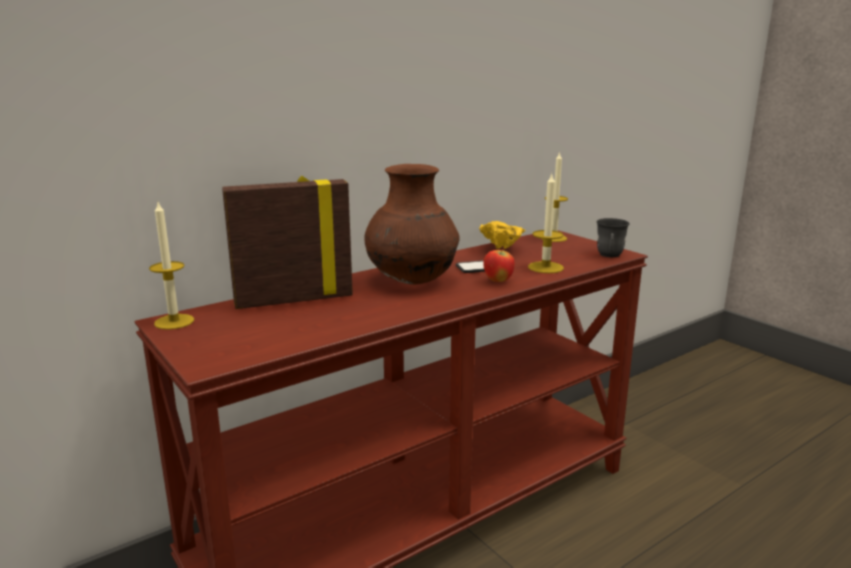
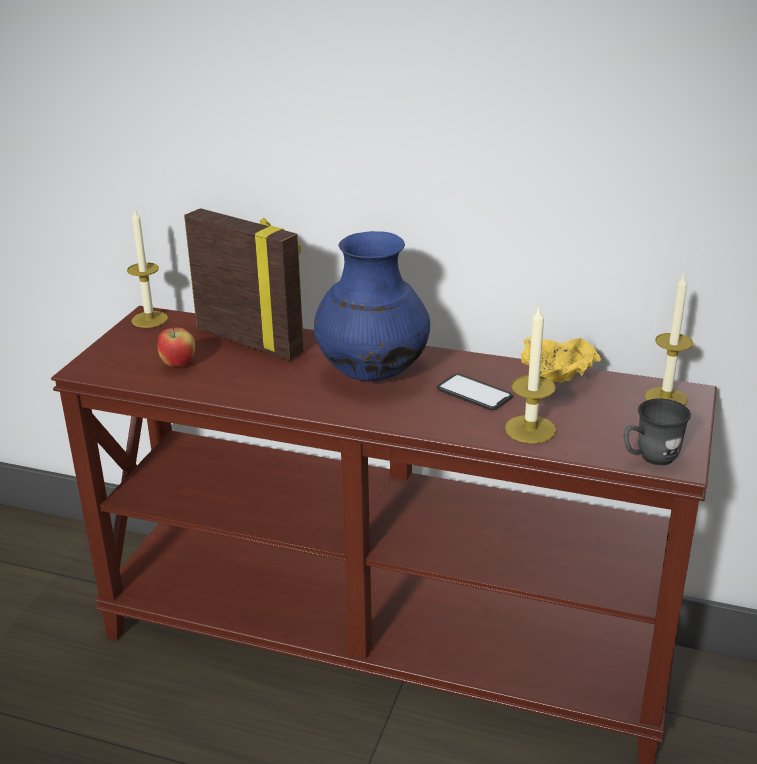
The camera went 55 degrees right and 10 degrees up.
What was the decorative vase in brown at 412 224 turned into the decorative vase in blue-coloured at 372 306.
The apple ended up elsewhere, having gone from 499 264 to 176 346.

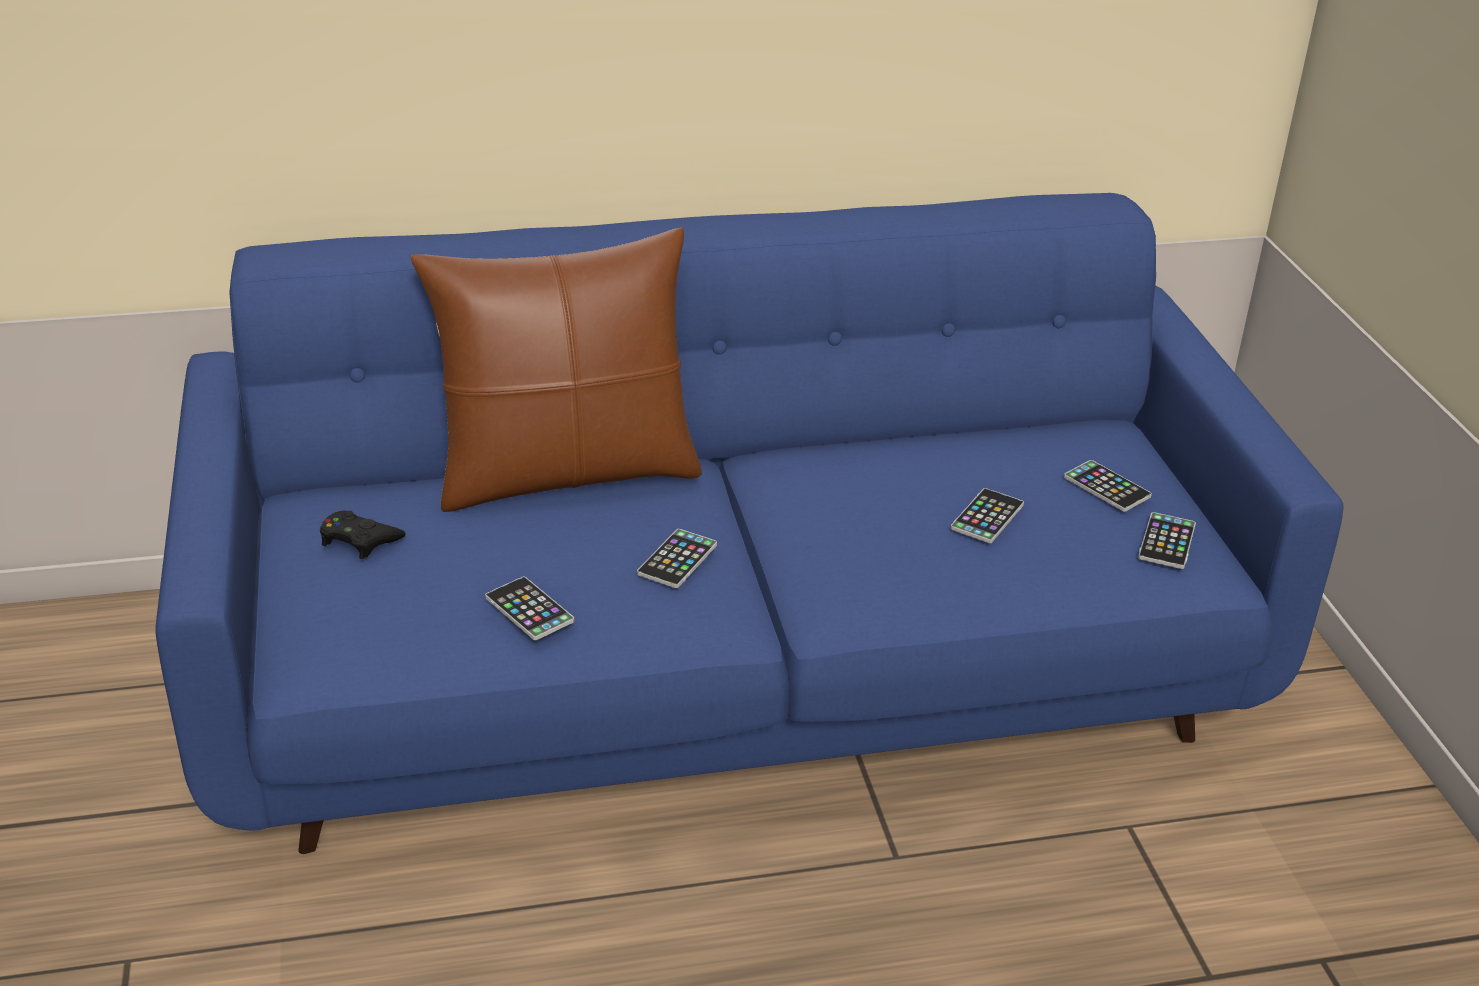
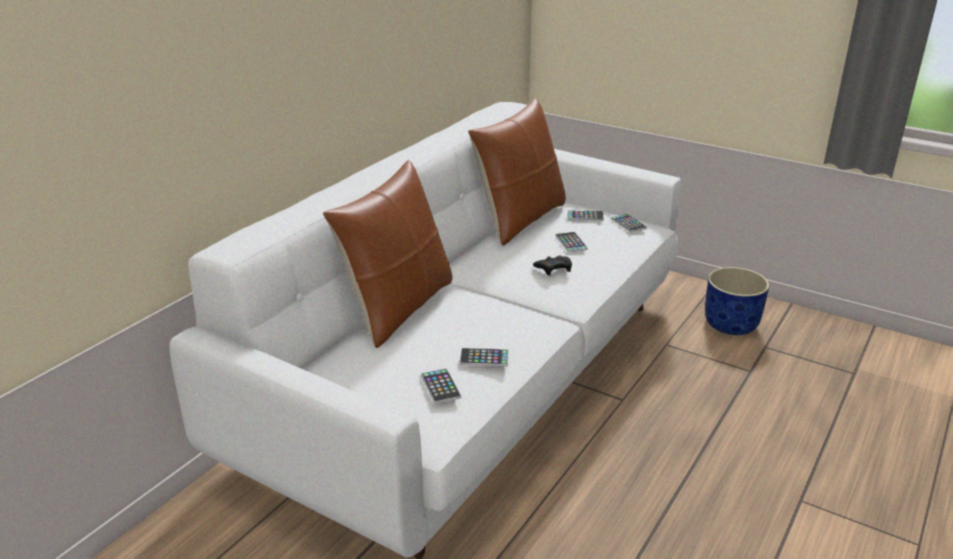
The camera went 45 degrees left and 5 degrees down.
What was the settee in blue-coloured at 749 523 turned into the settee in white-coloured at 425 330.
The gamepad in black ended up elsewhere, having gone from 363 535 to 552 265.
The telephone ended up elsewhere, having gone from 677 558 to 441 386.
The second view gained the throw pillow in brown at 517 172.
The second view gained the flower pot in blue-coloured at 737 301.

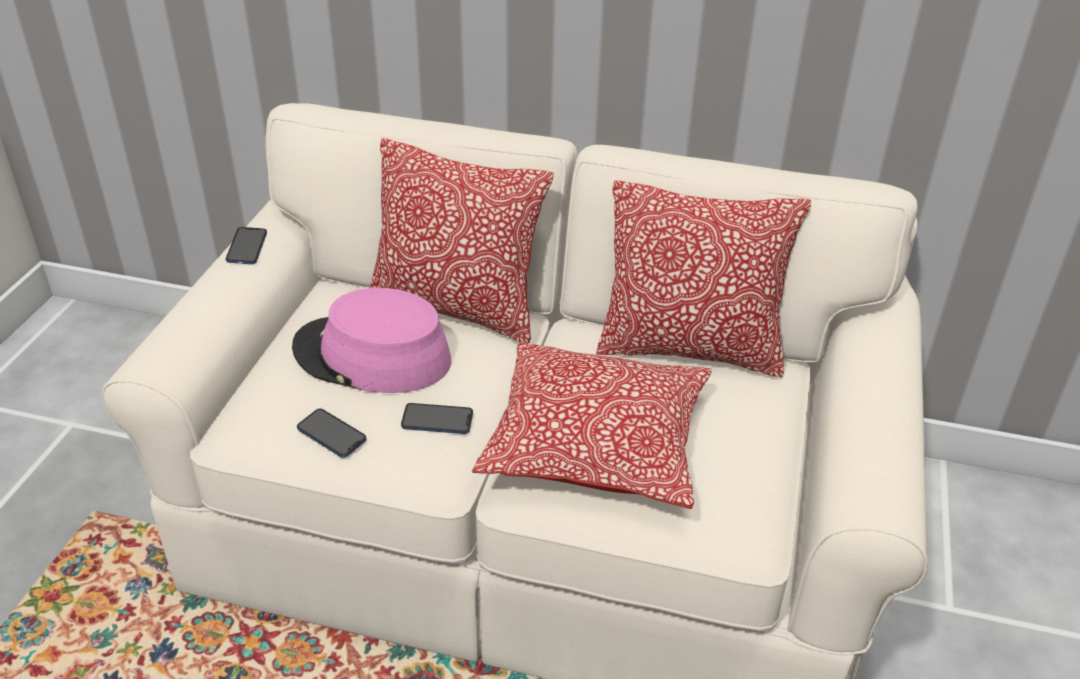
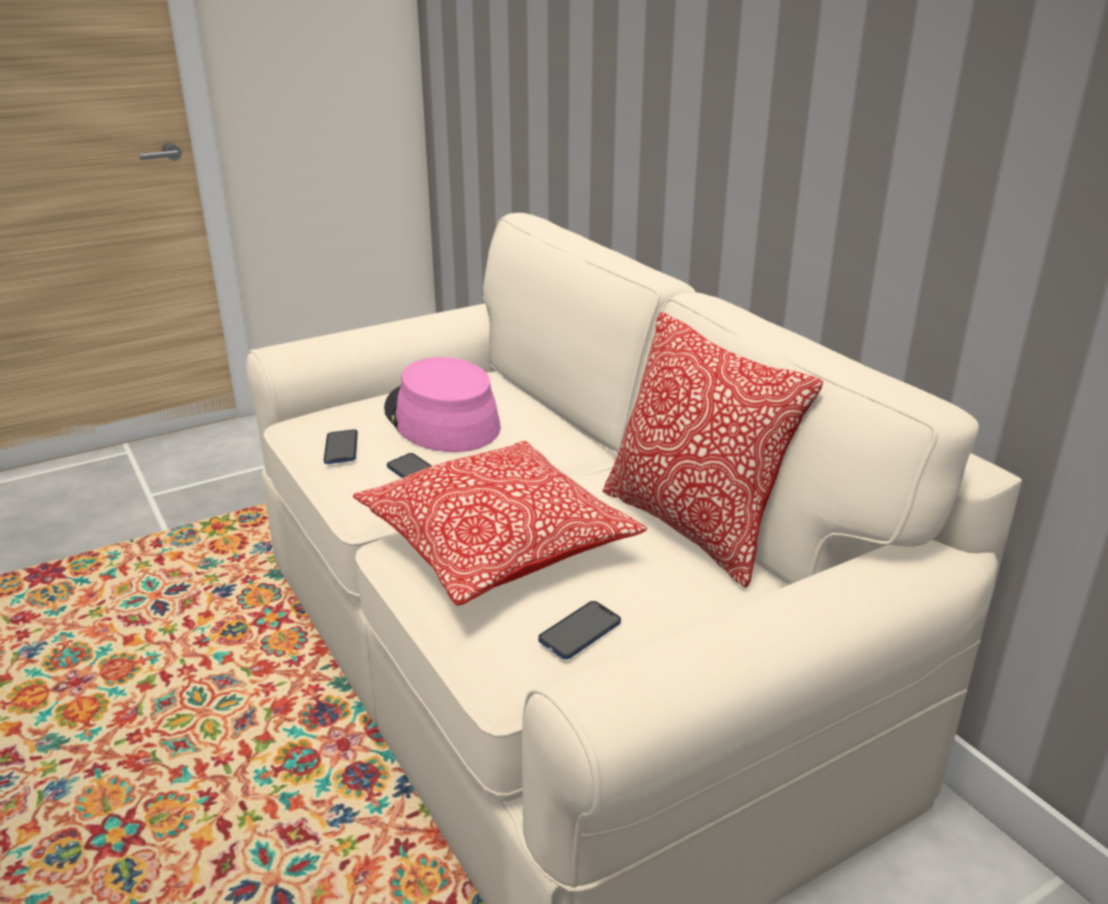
The camera went 45 degrees right and 10 degrees down.
The telephone ended up elsewhere, having gone from 246 245 to 579 630.
The second view lost the throw pillow at 462 240.

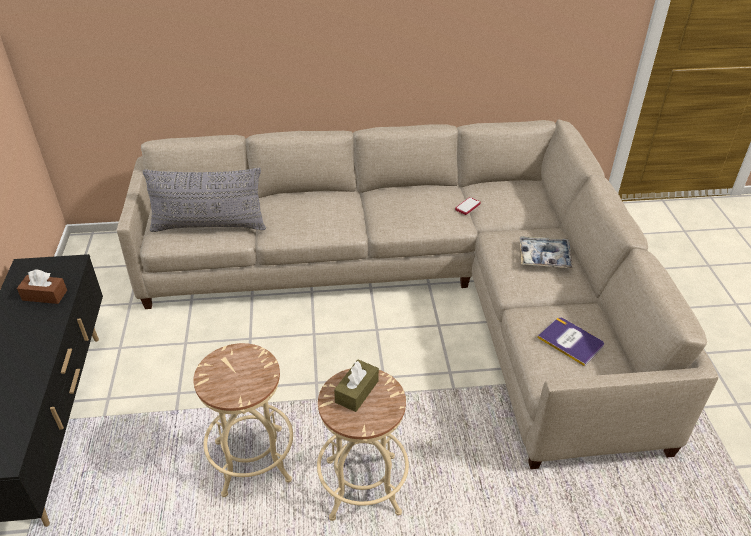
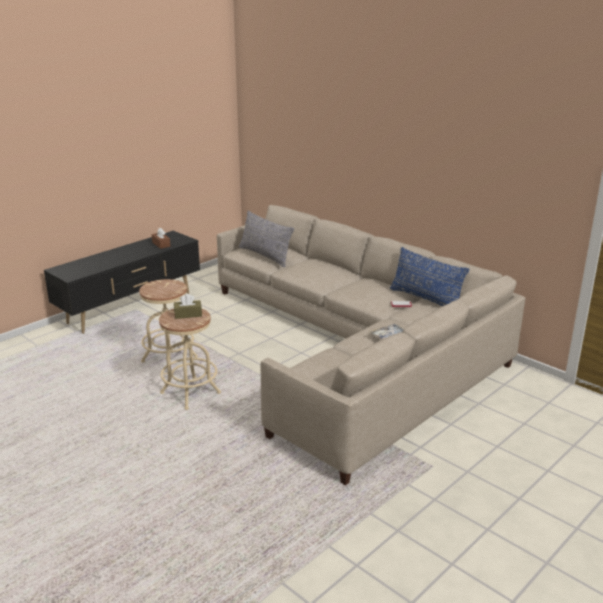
The camera went 50 degrees right and 15 degrees down.
The second view lost the volume at 570 341.
The second view gained the throw pillow in blue-coloured at 430 276.

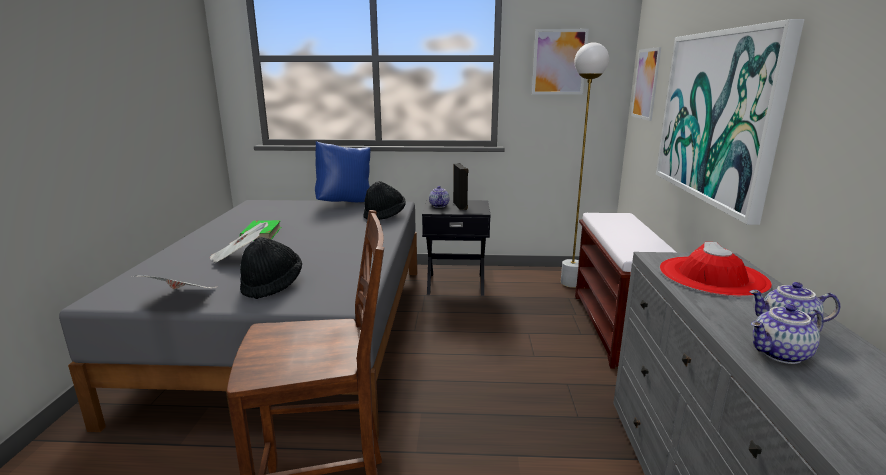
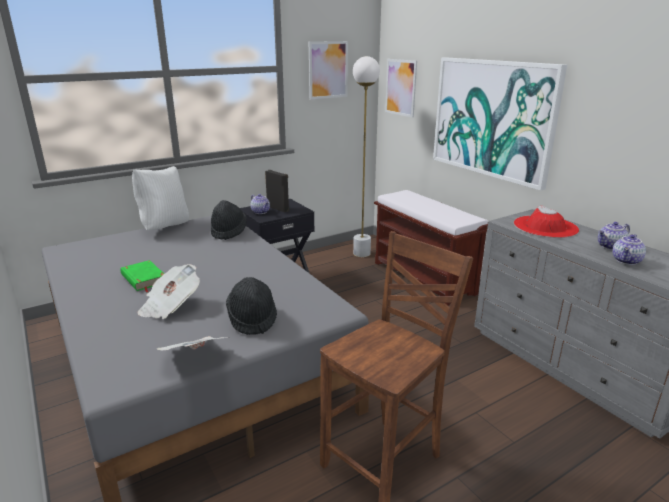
The camera went 35 degrees left and 5 degrees up.
What was the throw pillow in blue-coloured at 342 171 turned into the throw pillow in white-coloured at 160 198.

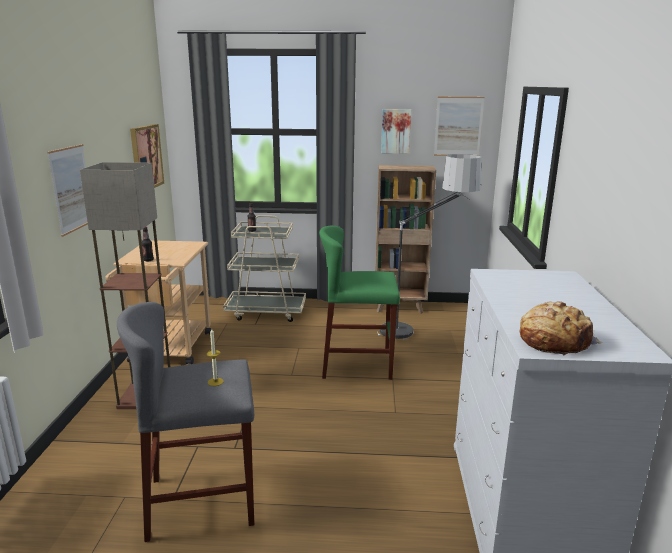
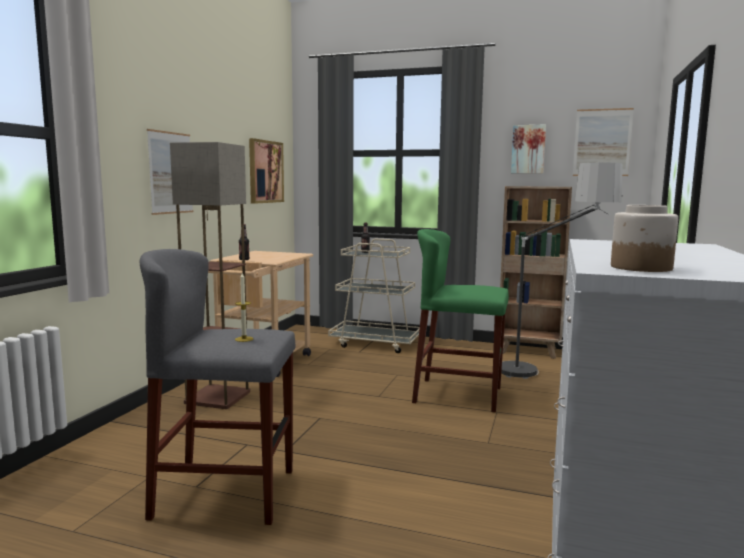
The camera went 15 degrees right and 10 degrees down.
Where the baked bread stood at 561 328, the jar came to stand at 644 238.

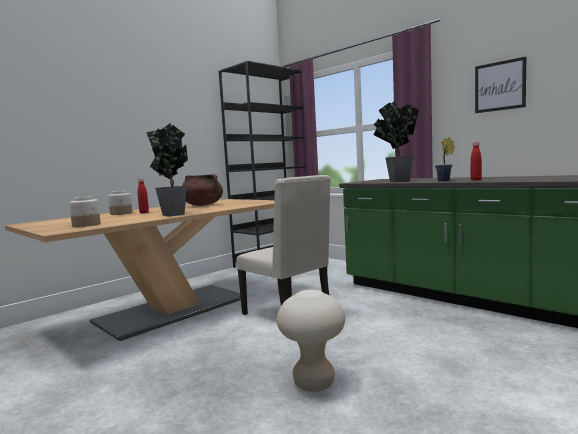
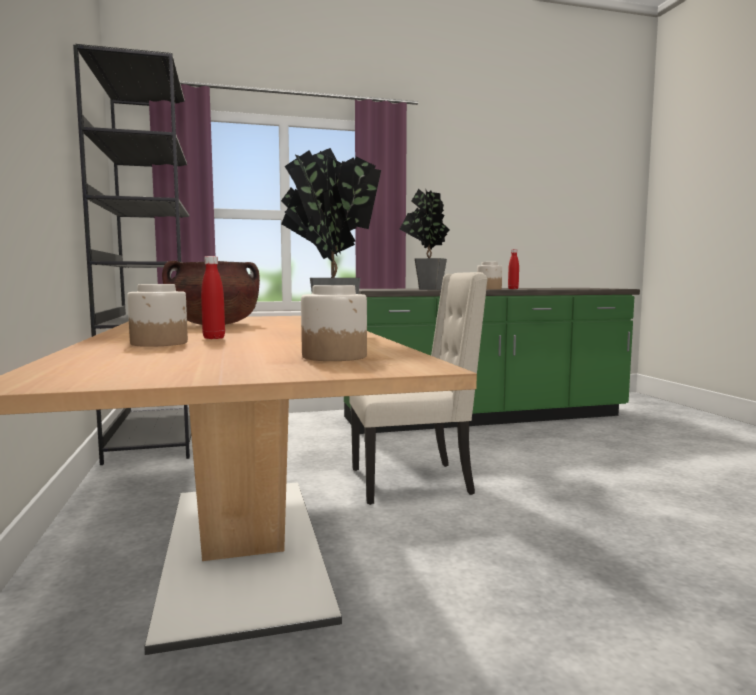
The camera went 60 degrees left and 0 degrees up.
The second view lost the stool seat in sand-coloured at 311 341.
Where the plant in a pot stood at 445 159, the jar came to stand at 489 276.
The second view lost the picture at 500 85.

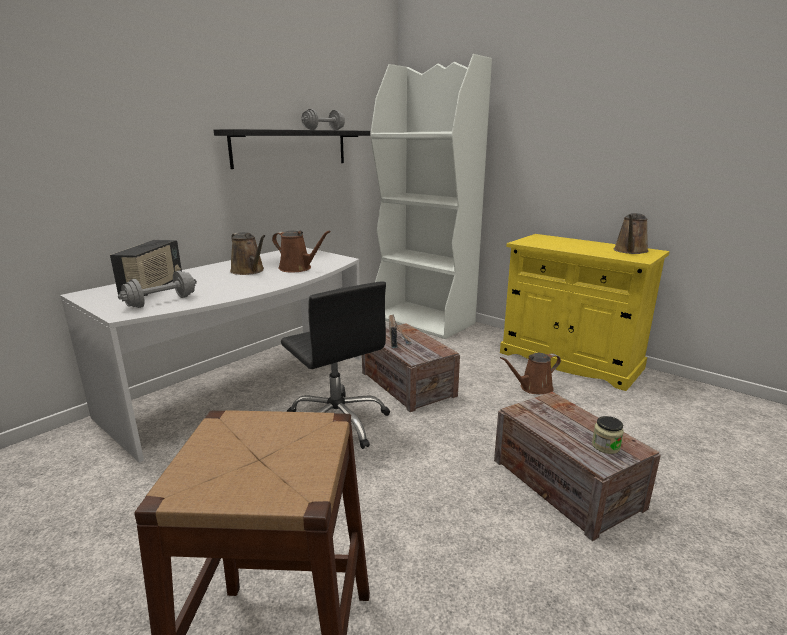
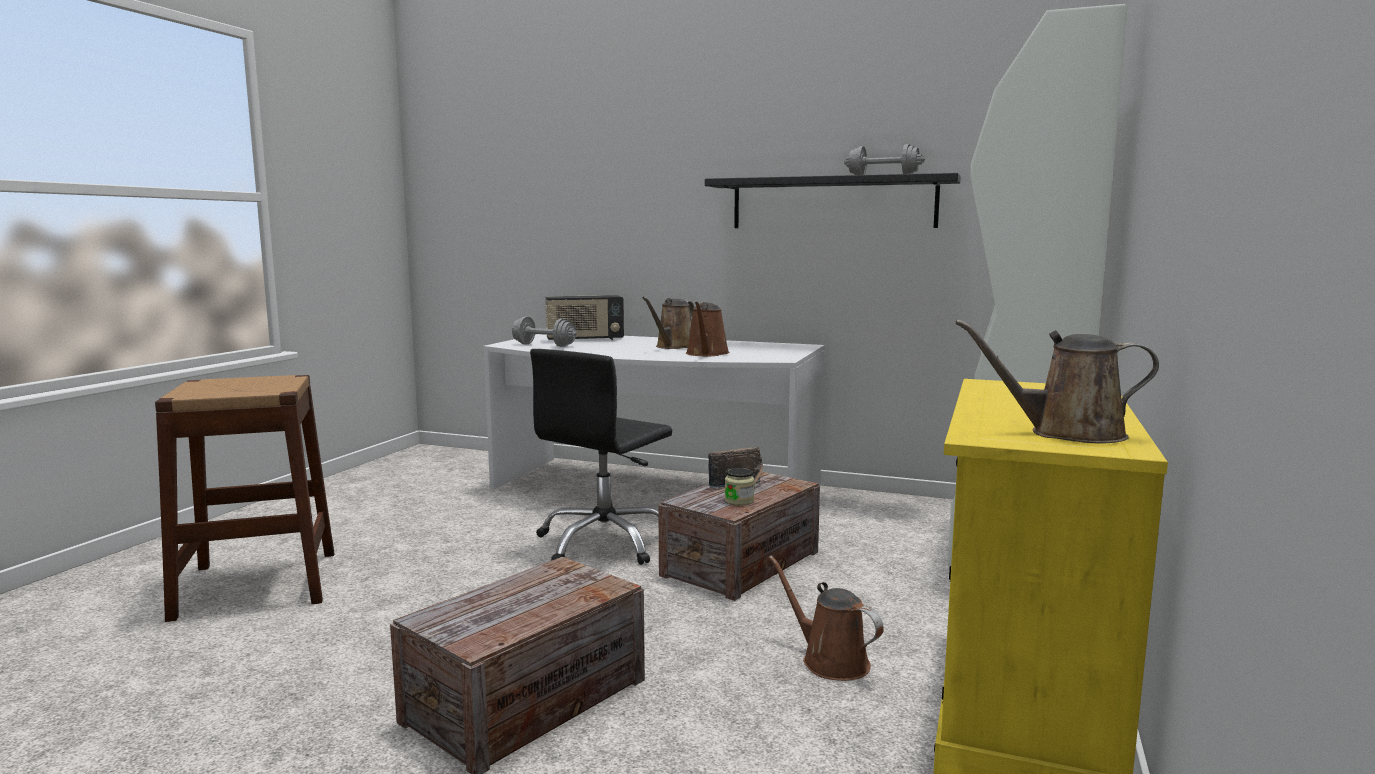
The camera went 70 degrees right and 10 degrees down.
The jar ended up elsewhere, having gone from 608 435 to 739 487.

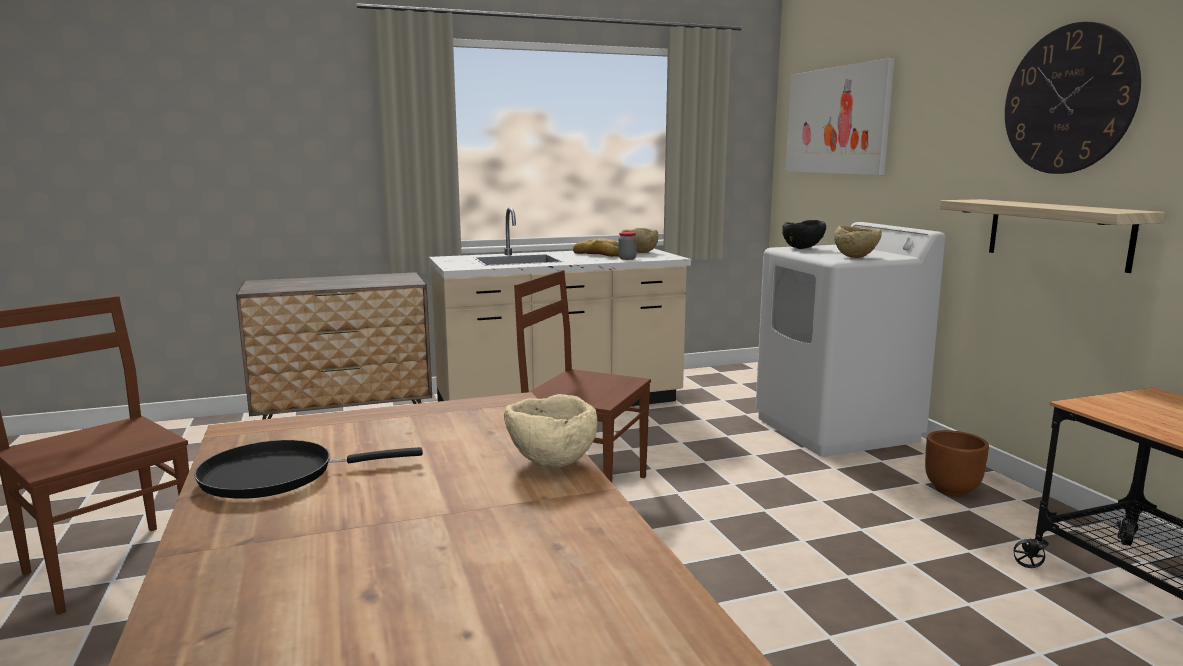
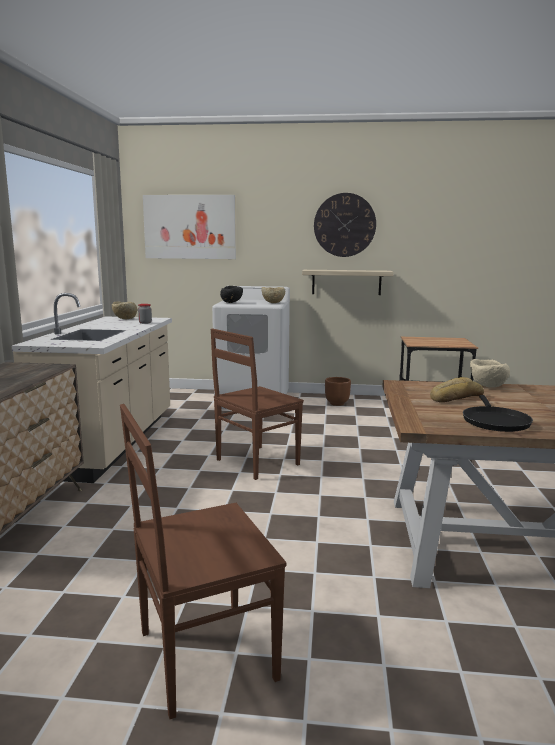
The camera went 65 degrees left and 0 degrees up.
The baked bread ended up elsewhere, having gone from 596 248 to 457 390.

